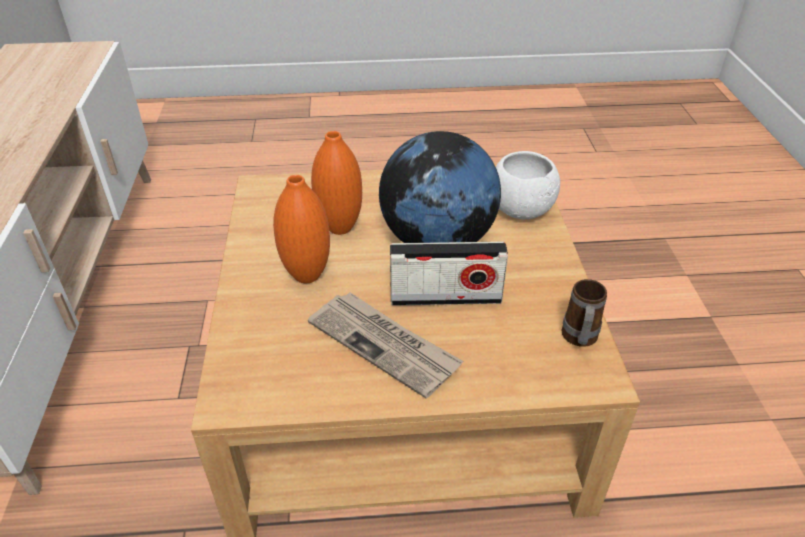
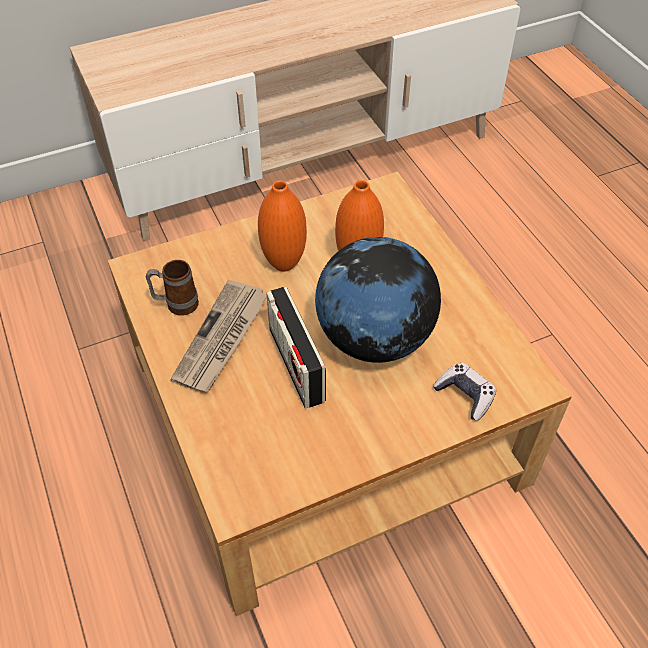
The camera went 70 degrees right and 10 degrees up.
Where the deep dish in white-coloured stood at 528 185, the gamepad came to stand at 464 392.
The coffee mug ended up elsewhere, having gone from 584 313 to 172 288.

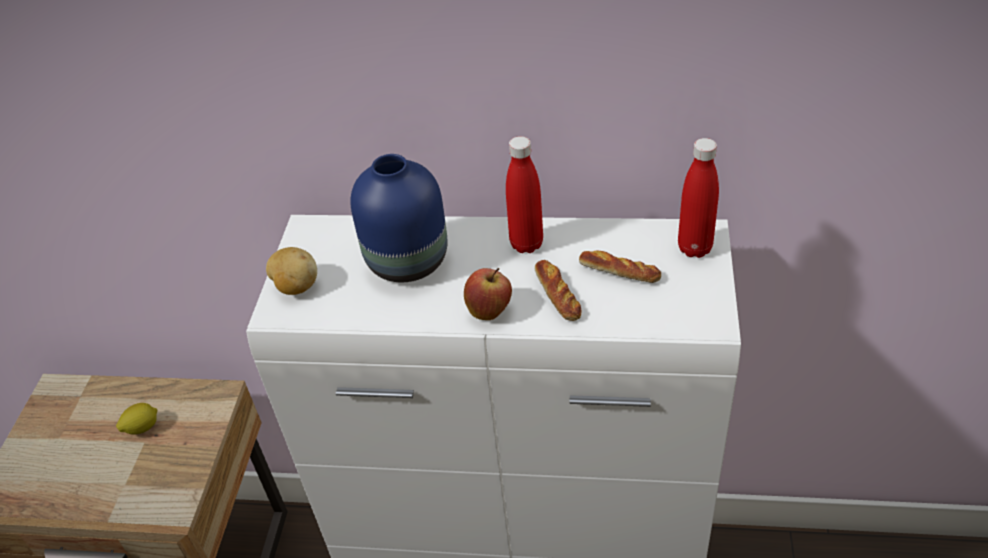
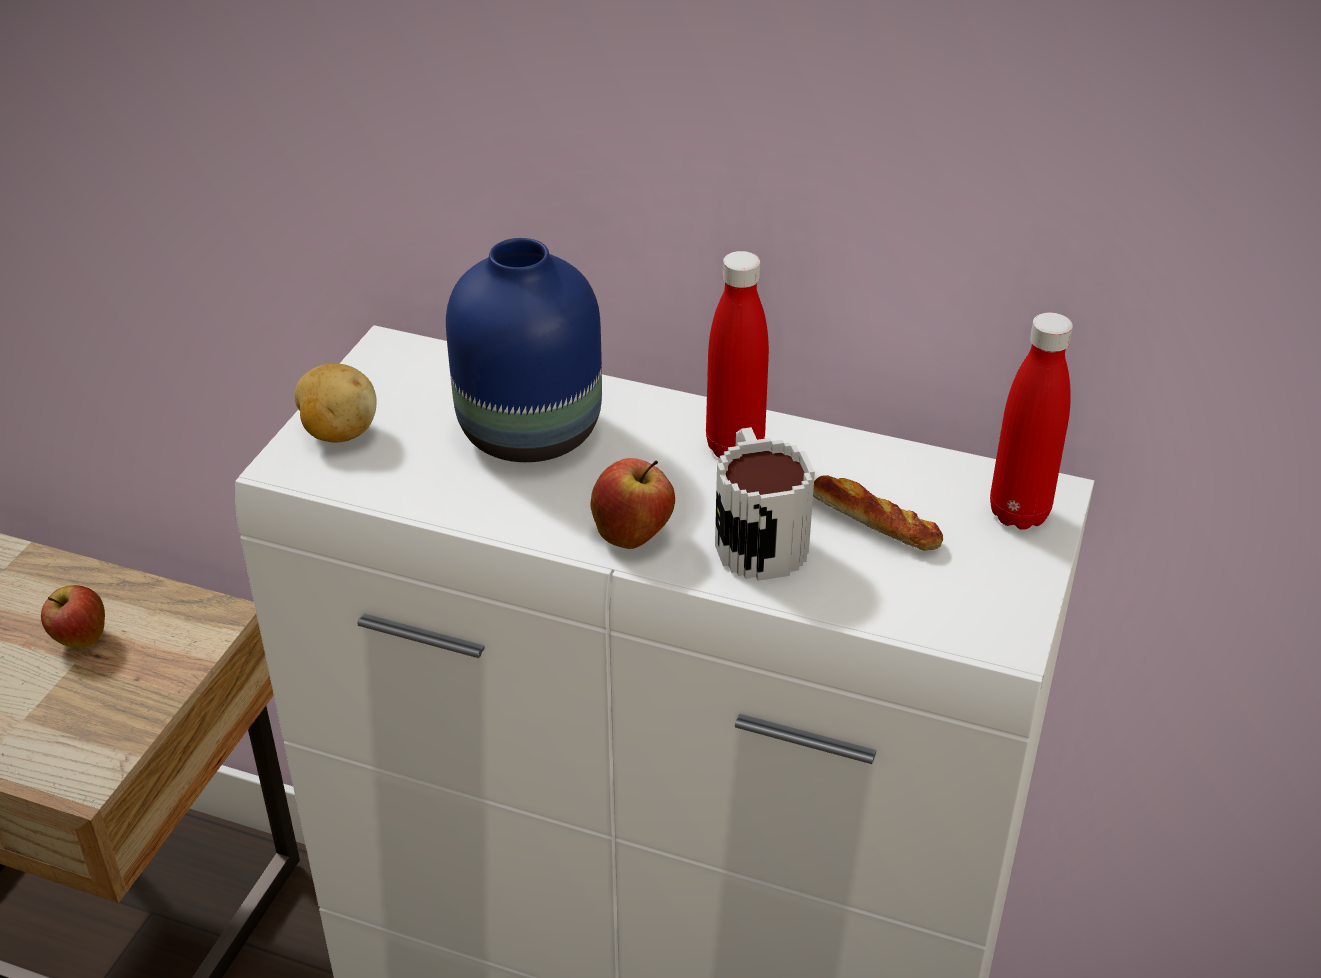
The camera went 10 degrees right and 5 degrees down.
Where the citrus fruit stood at 137 419, the apple came to stand at 73 617.
Where the baked bread stood at 558 290, the coffee mug came to stand at 765 504.

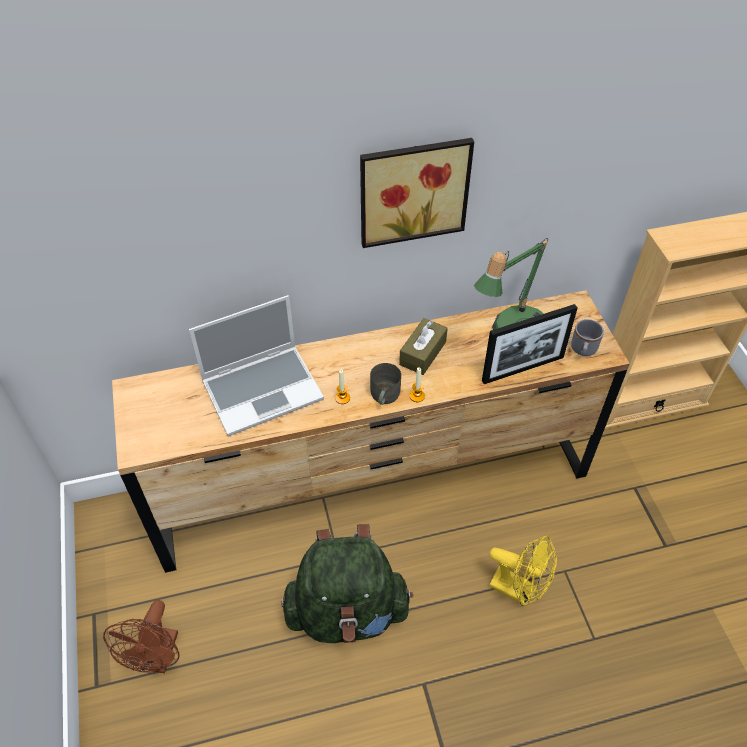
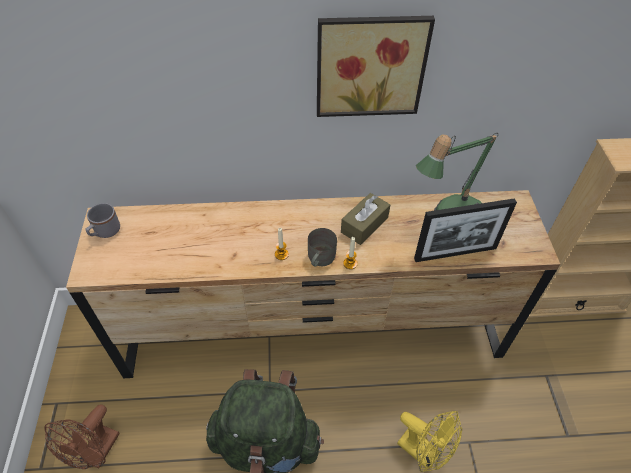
The camera went 10 degrees right and 0 degrees up.
The second view lost the portable computer at 256 365.
The coffee mug in grey ended up elsewhere, having gone from 587 337 to 102 220.

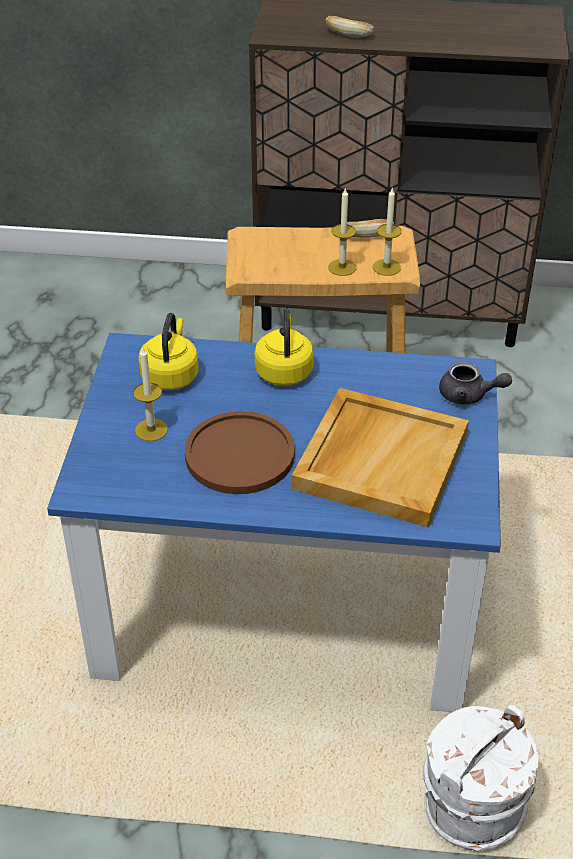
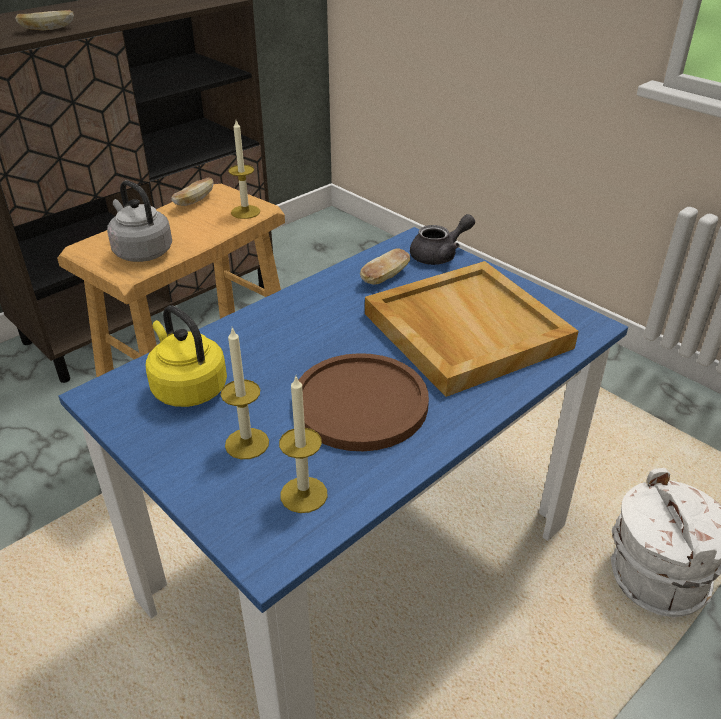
The camera went 50 degrees left and 5 degrees down.
The second view lost the tea kettle in yellow-coloured at 284 347.
The wax light ended up elsewhere, having gone from 342 231 to 303 444.
The second view gained the tea kettle in grey at 139 221.
The second view gained the baked bread at 385 267.

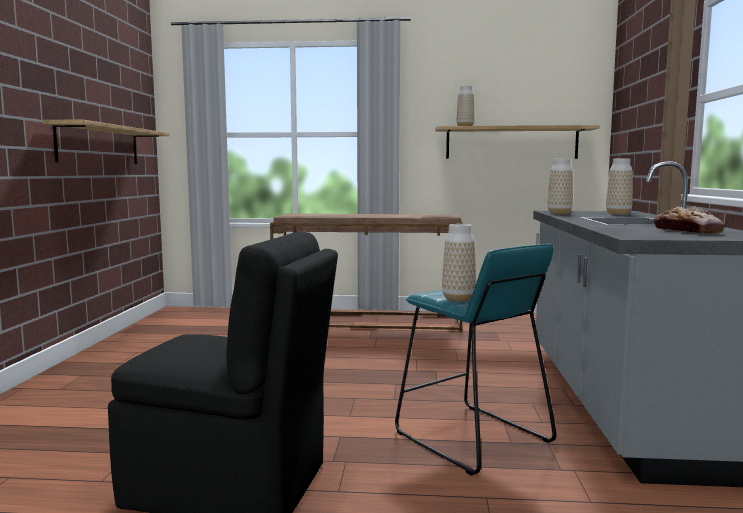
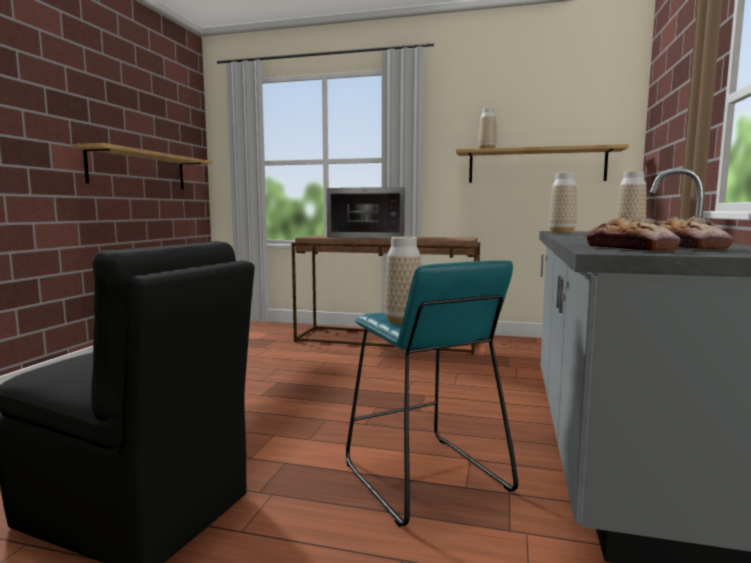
The camera went 10 degrees right and 0 degrees up.
The second view gained the microwave oven at 365 213.
The second view gained the baked bread at 633 233.

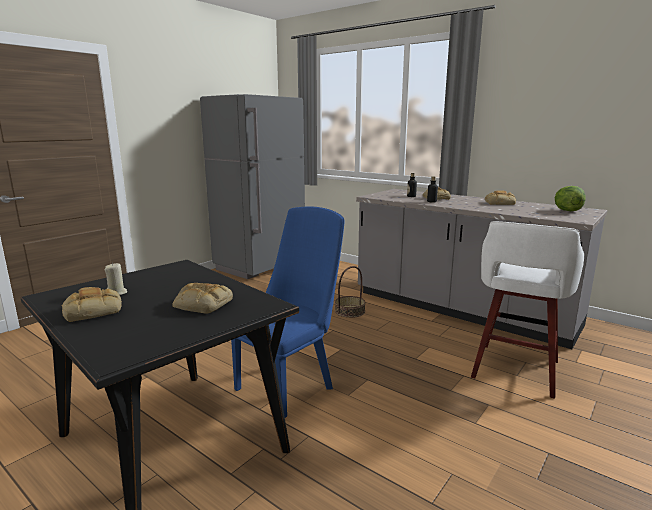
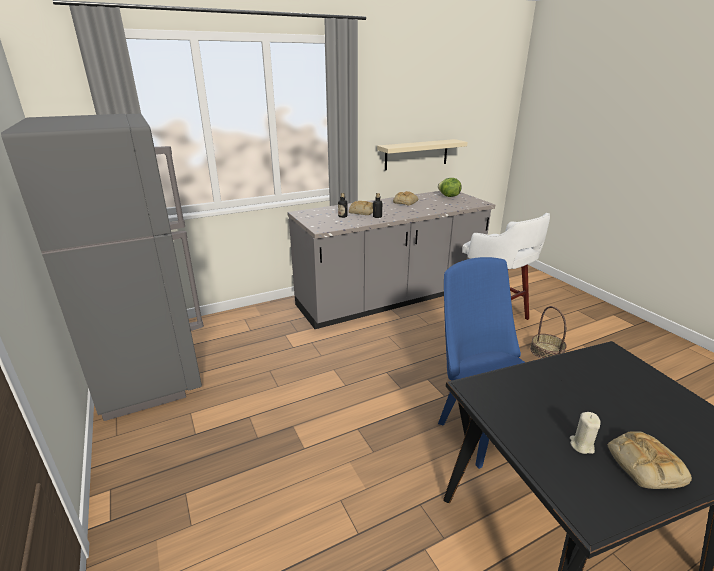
The camera went 65 degrees left and 10 degrees up.
The second view lost the baked bread at 203 298.
The storage basket ended up elsewhere, having gone from 350 292 to 548 332.
The second view gained the wall shelf in sand-coloured at 422 155.

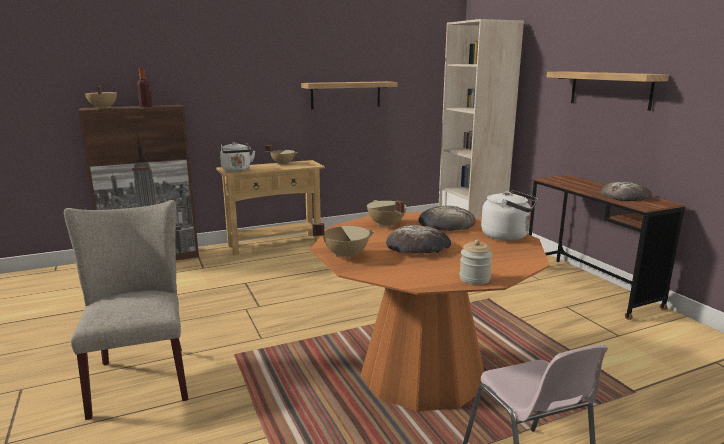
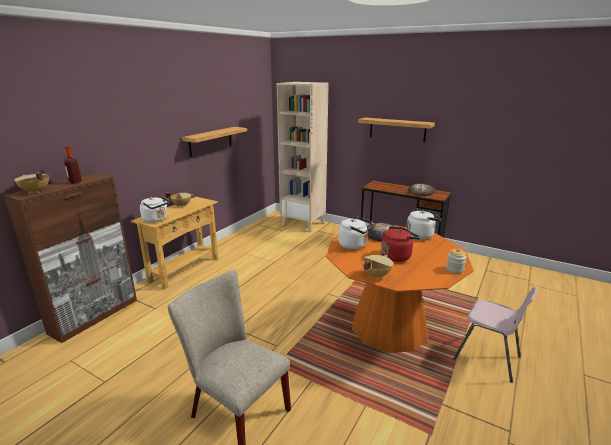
The camera went 35 degrees left and 5 degrees up.
Where the stockpot in sand-coloured stood at 387 214, the tea kettle in white-coloured came to stand at 355 233.
Where the baked bread stood at 418 239, the tea kettle in reddish came to stand at 400 244.

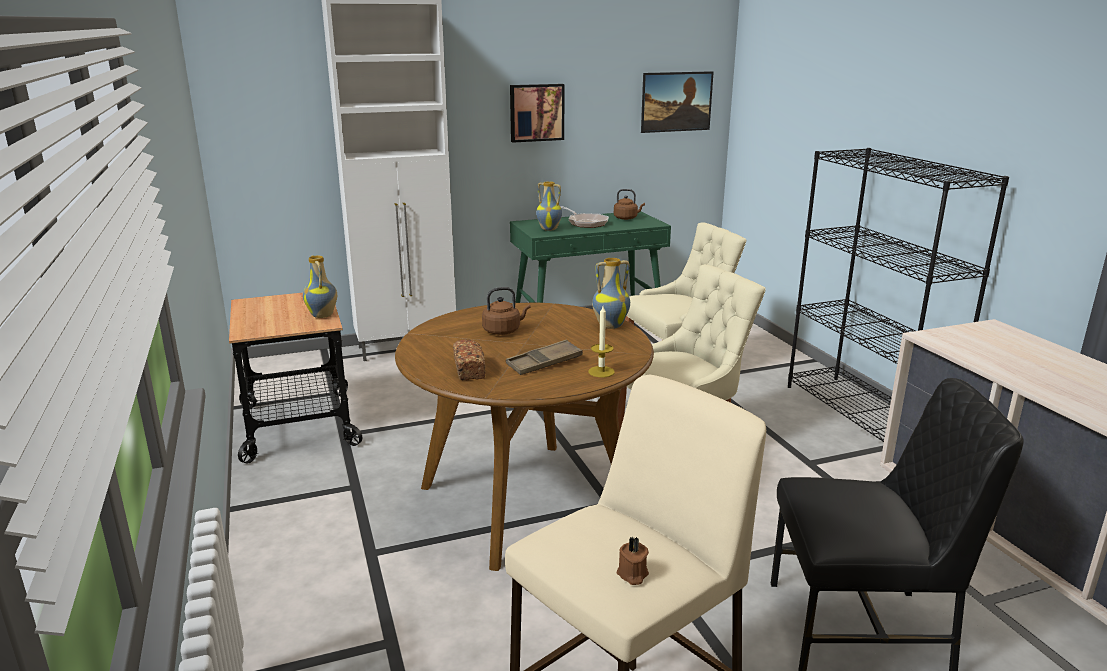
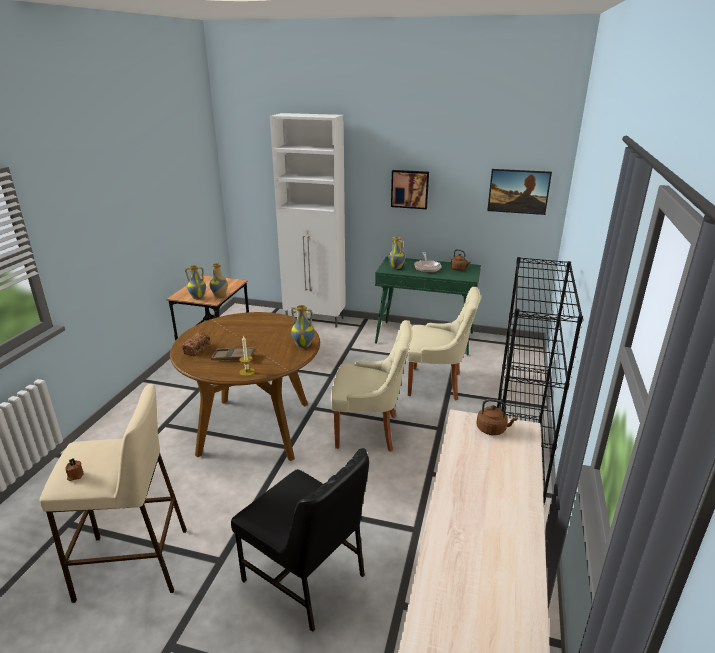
The camera went 35 degrees right and 5 degrees up.
The tea kettle in brown ended up elsewhere, having gone from 506 311 to 496 417.
The second view gained the decorative vase at 195 282.

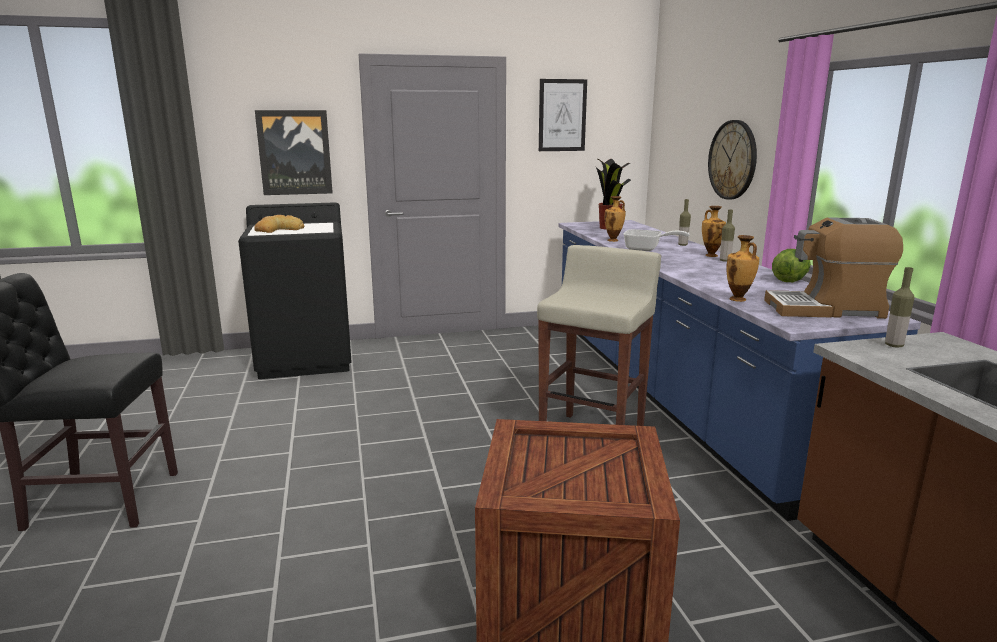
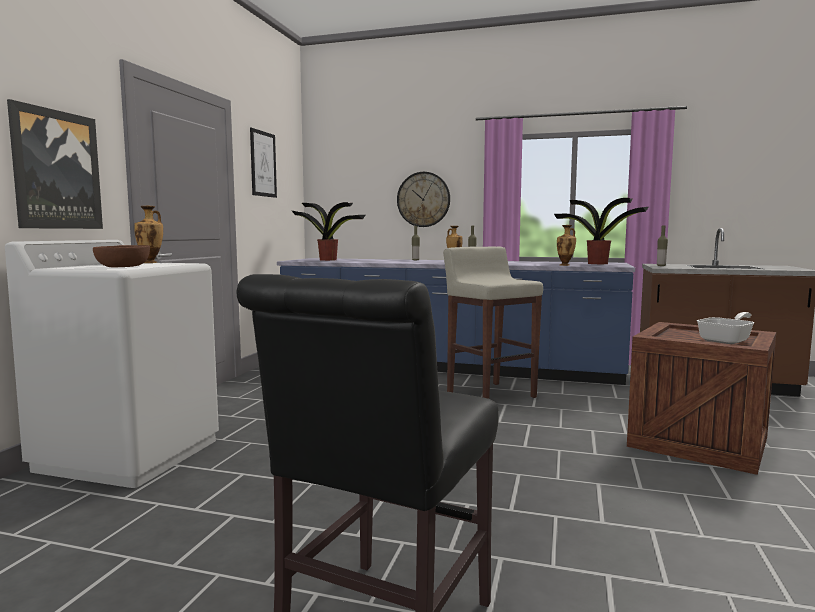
The camera went 60 degrees left and 10 degrees down.
What was the laundry appliance in black at 295 290 turned into the laundry appliance in white-coloured at 112 364.
Where the baked bread stood at 279 224, the deep dish in brown came to stand at 121 256.
The decorative vase ended up elsewhere, having gone from 615 219 to 148 234.
The pan ended up elsewhere, having gone from 656 240 to 726 328.
Where the coffee machine stood at 833 268, the plant in a pot came to stand at 601 231.
The second view lost the head of lettuce at 791 265.

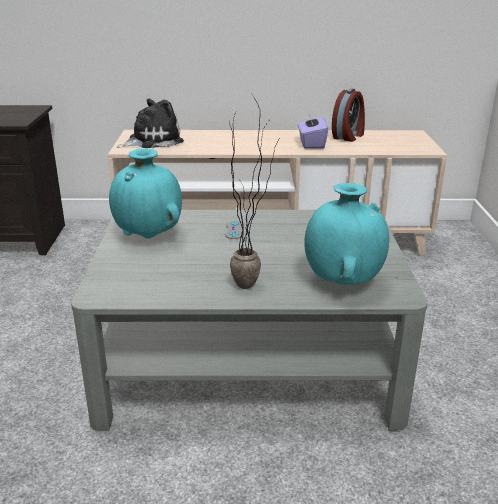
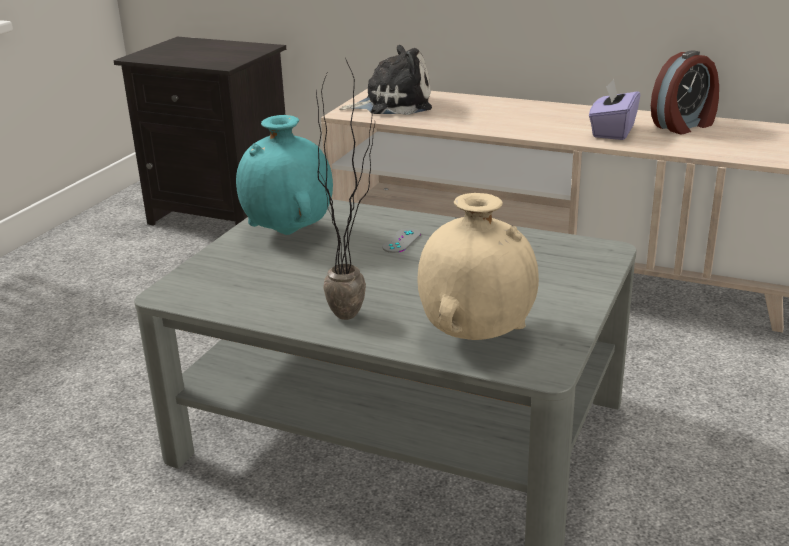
The camera went 25 degrees right and 0 degrees up.
What was the decorative vase in turquoise-coloured at 346 234 turned into the decorative vase in sand-coloured at 478 266.

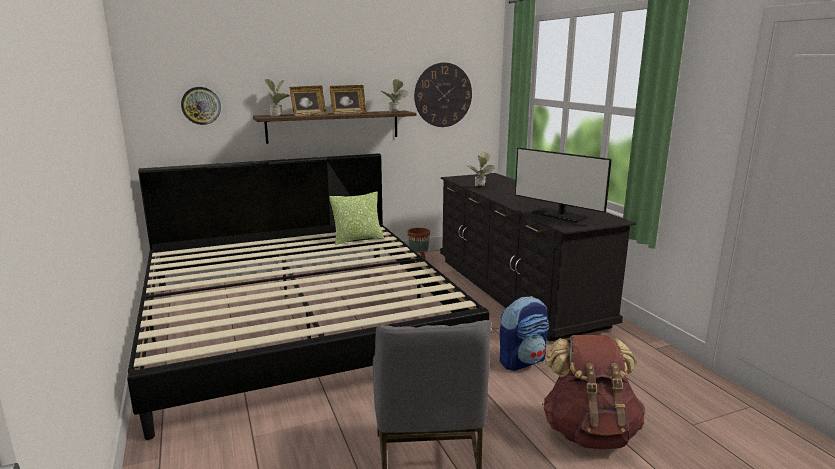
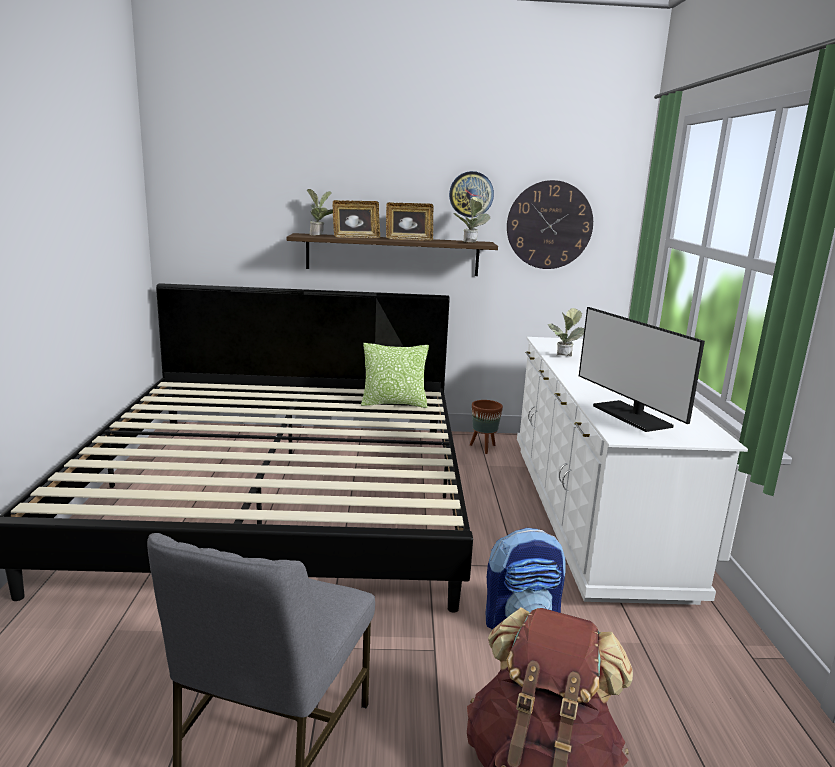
The camera went 20 degrees right and 0 degrees up.
The hanging clock ended up elsewhere, having gone from 201 106 to 471 194.
What was the drawer chest in black at 538 257 turned into the drawer chest in white-coloured at 632 471.

